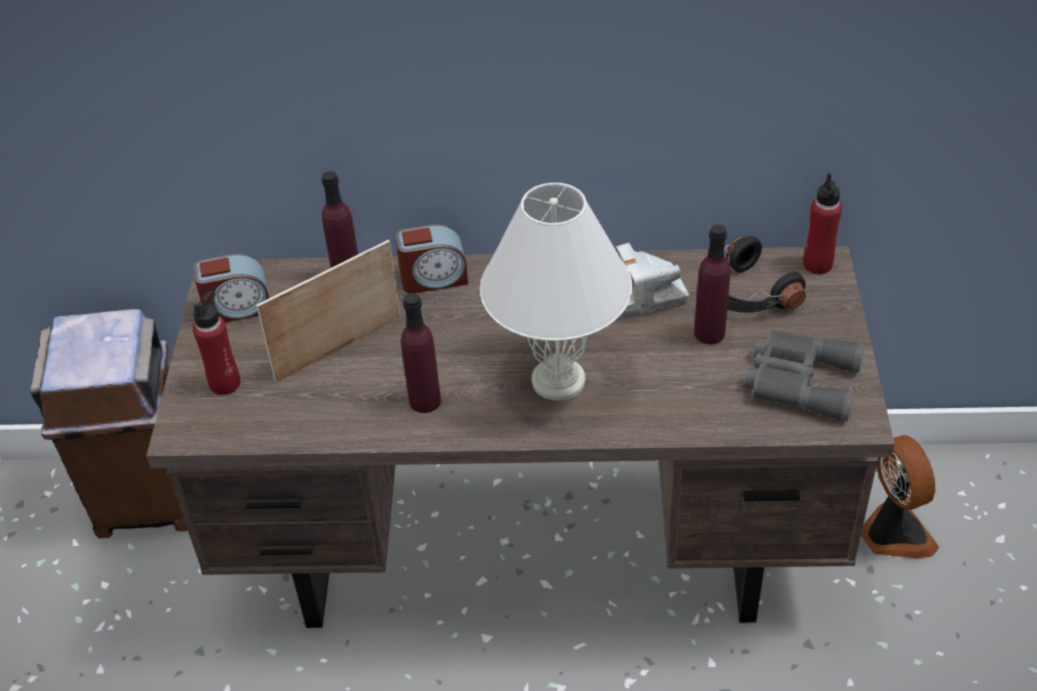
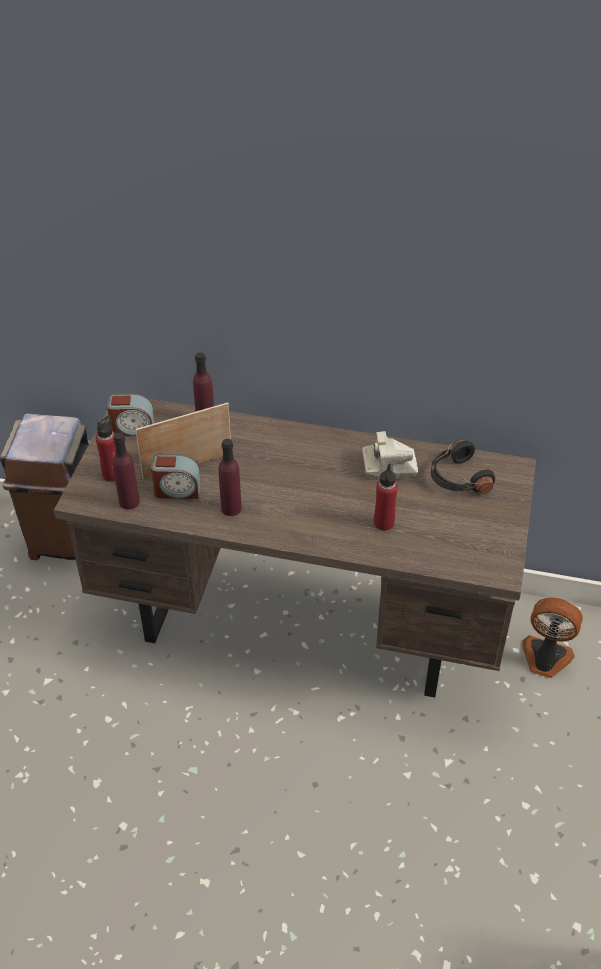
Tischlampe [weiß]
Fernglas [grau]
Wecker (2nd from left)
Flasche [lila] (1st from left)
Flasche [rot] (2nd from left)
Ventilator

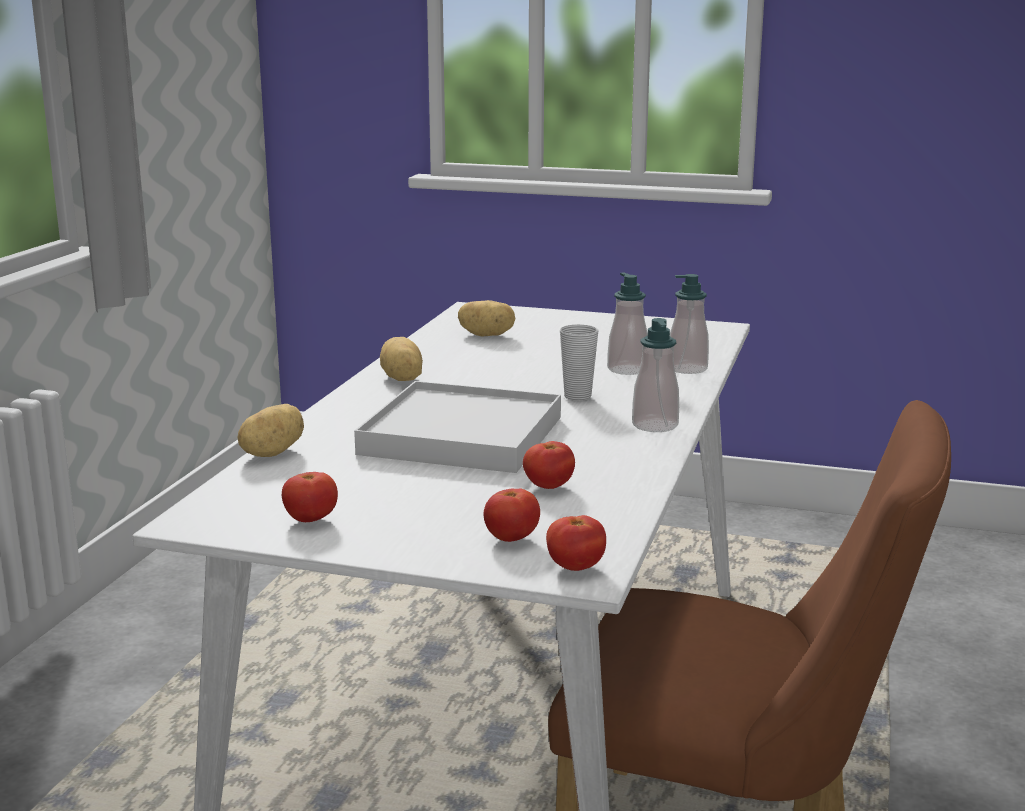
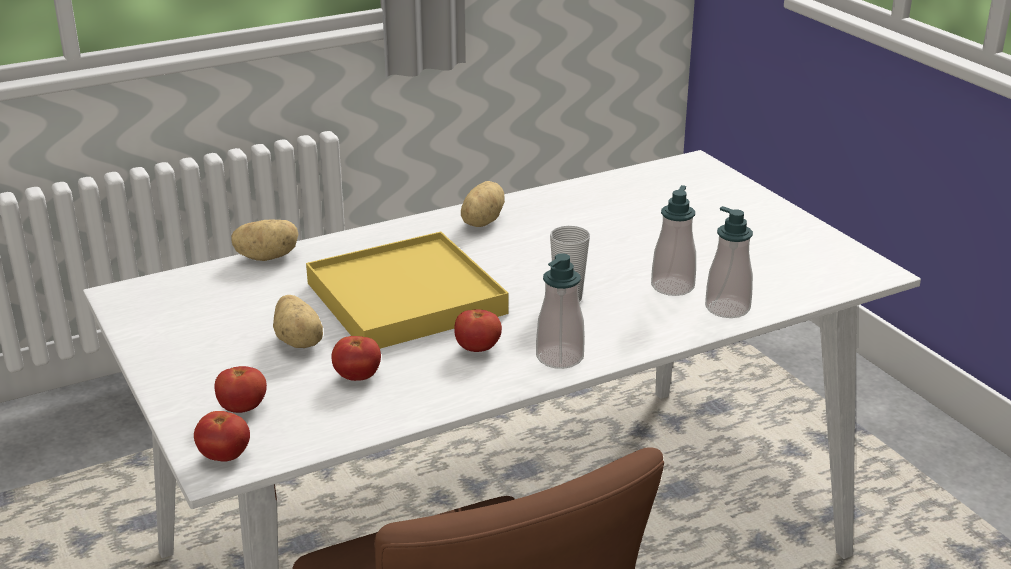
Tomate (4th from left)
Kartoffel (2nd from left)
Tablett [gelb]

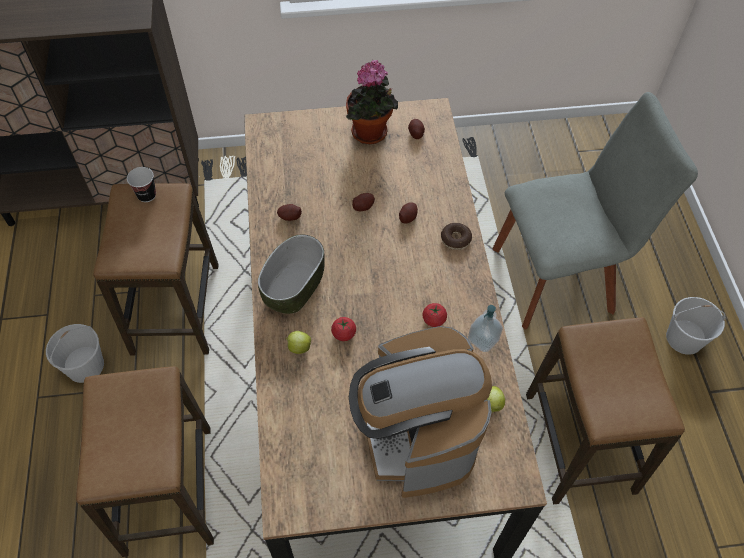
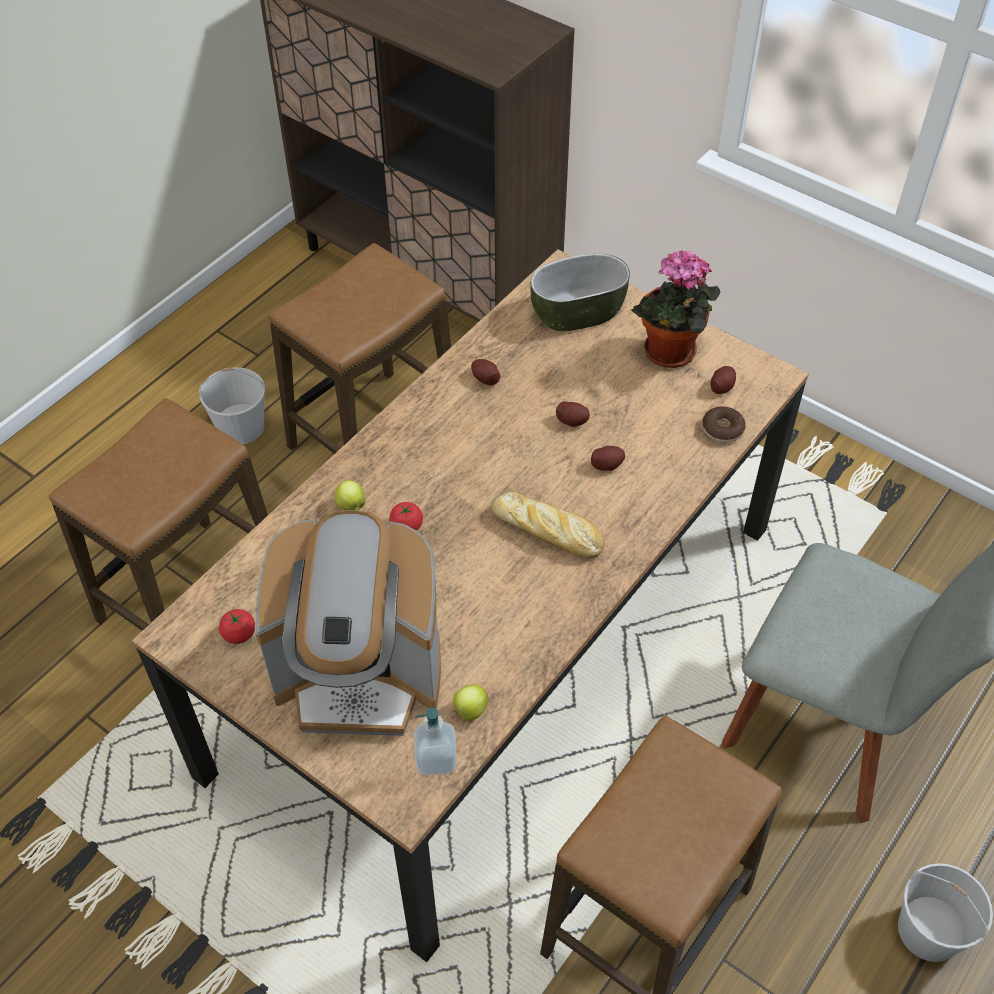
Tasse
Brot
Schüssel
Tomate (1st from left)
Donut
Seifenspender
Kaffeemaschine

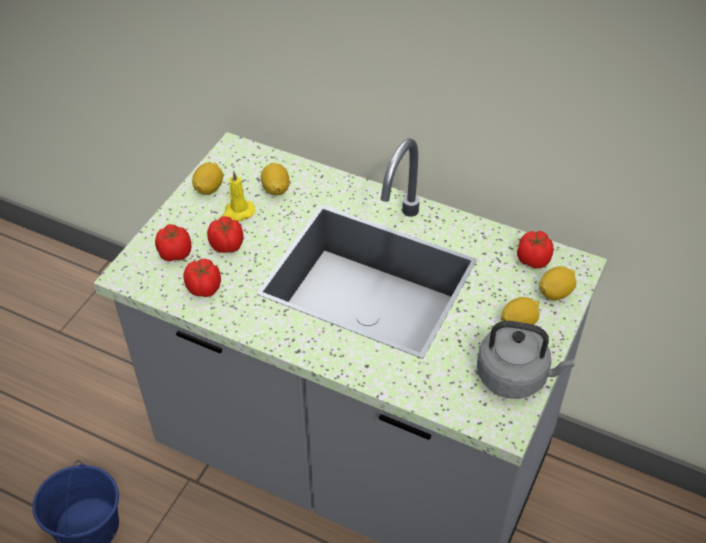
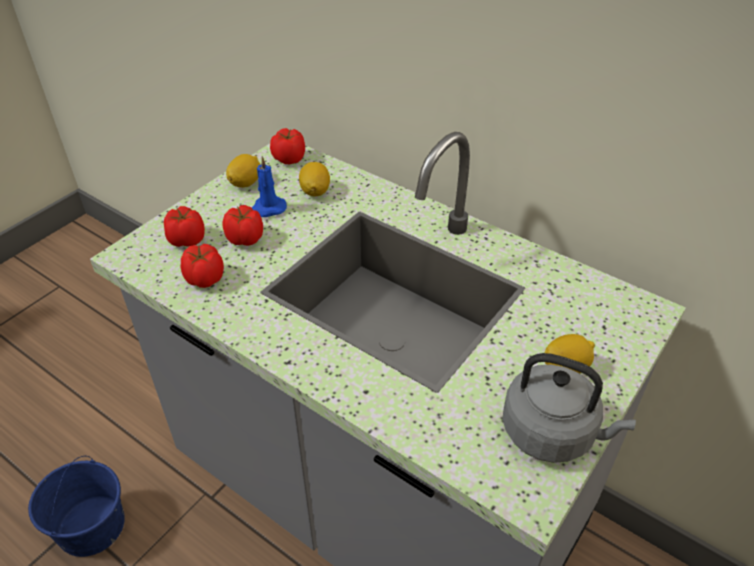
Zitrone (4th from left in the first image)
Tomate (4th from left)
Kerze [blau]

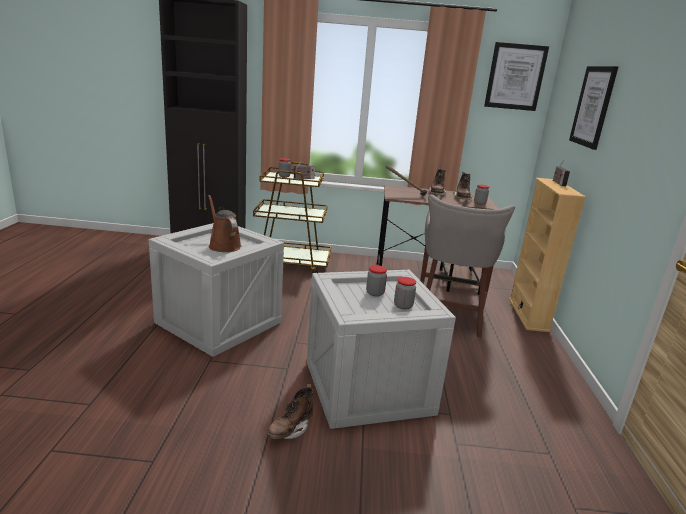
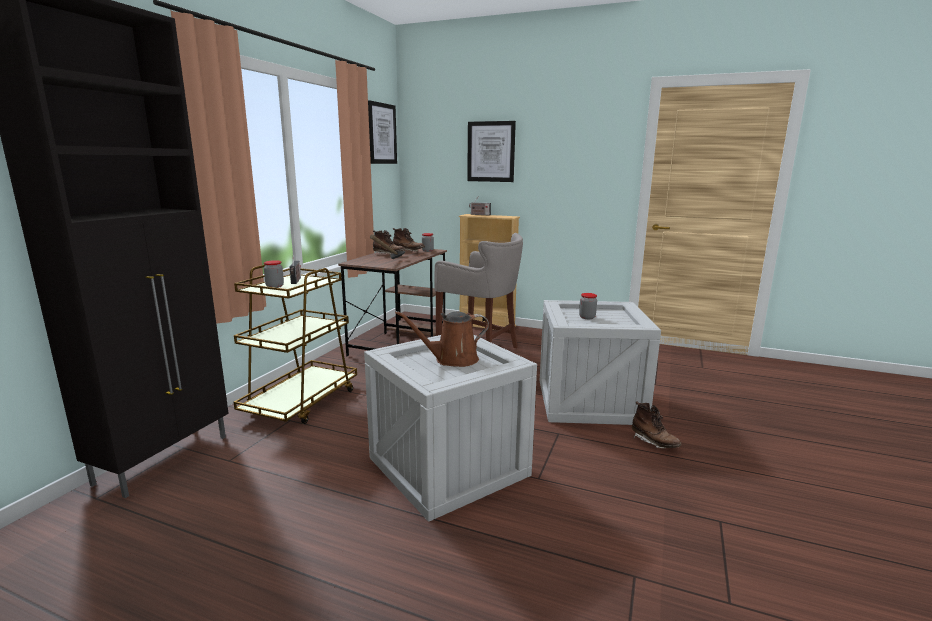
Vorratsglas (3rd from left in the first image)

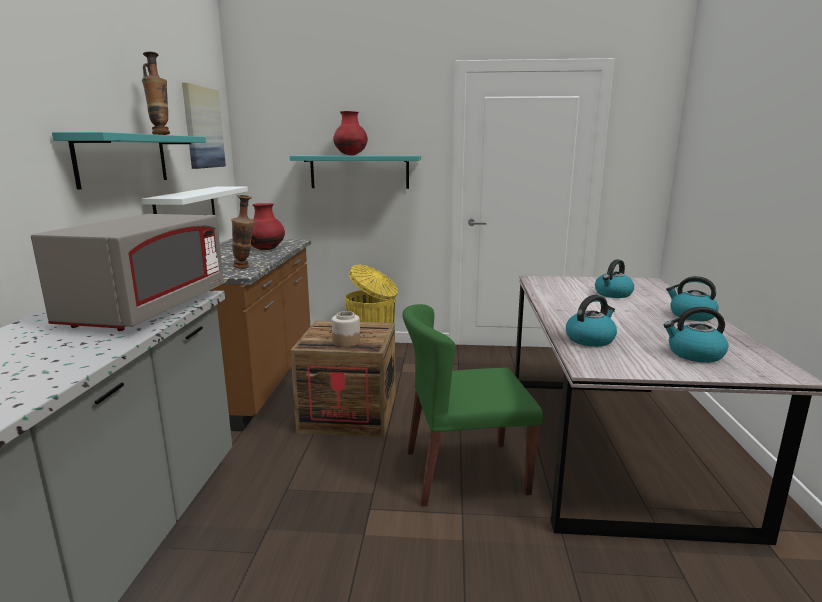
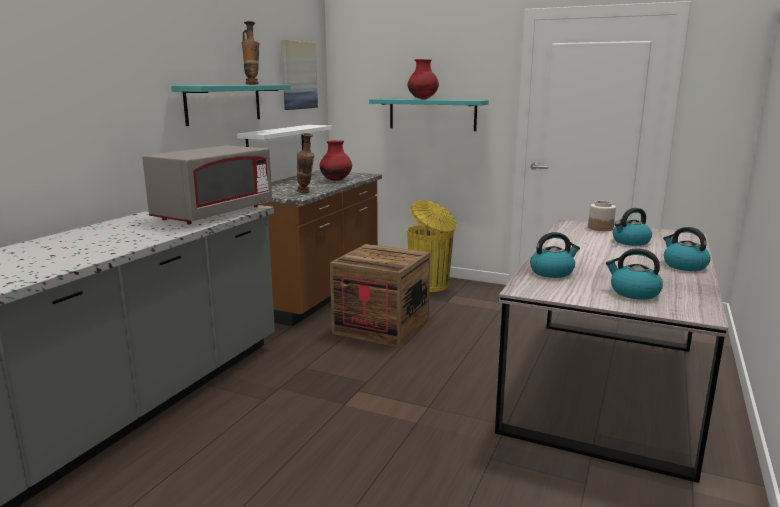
Stuhl [grün]
Vorratsglas

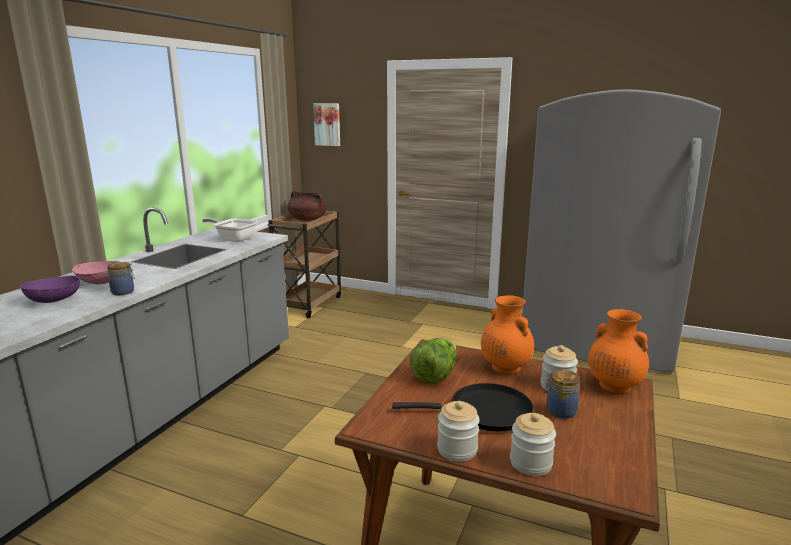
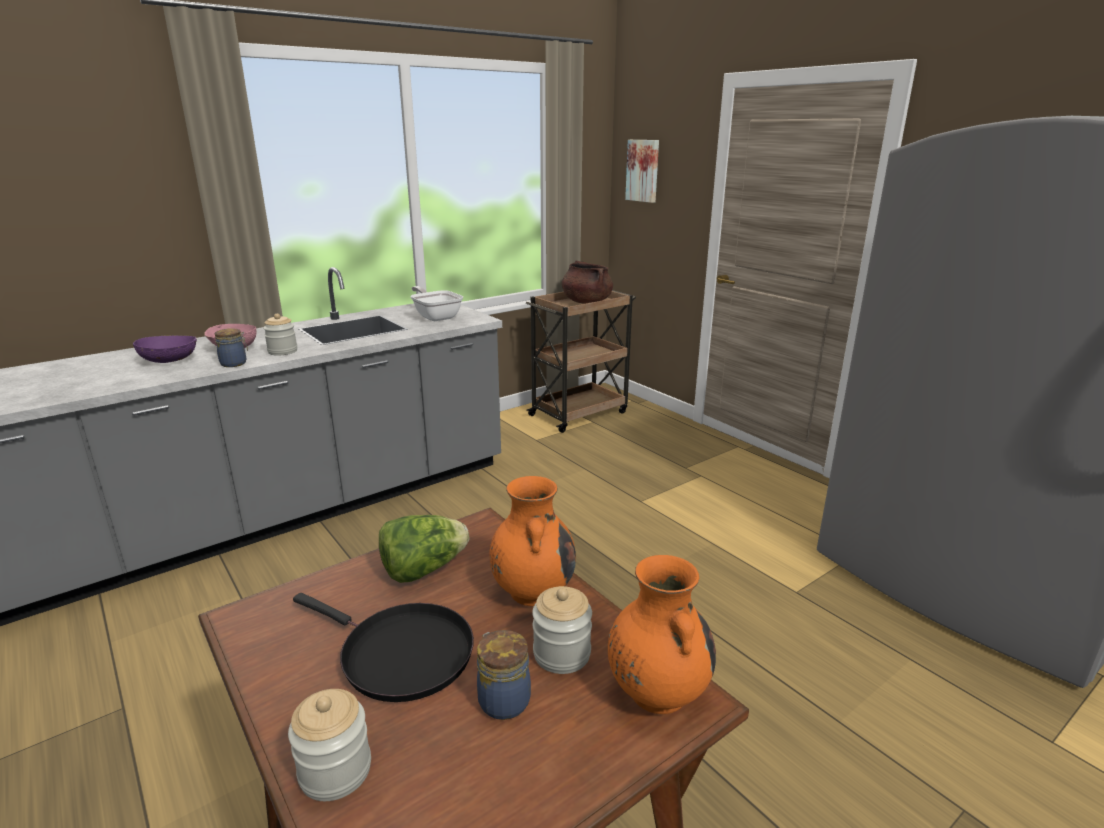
Vorratsglas (2nd from left)

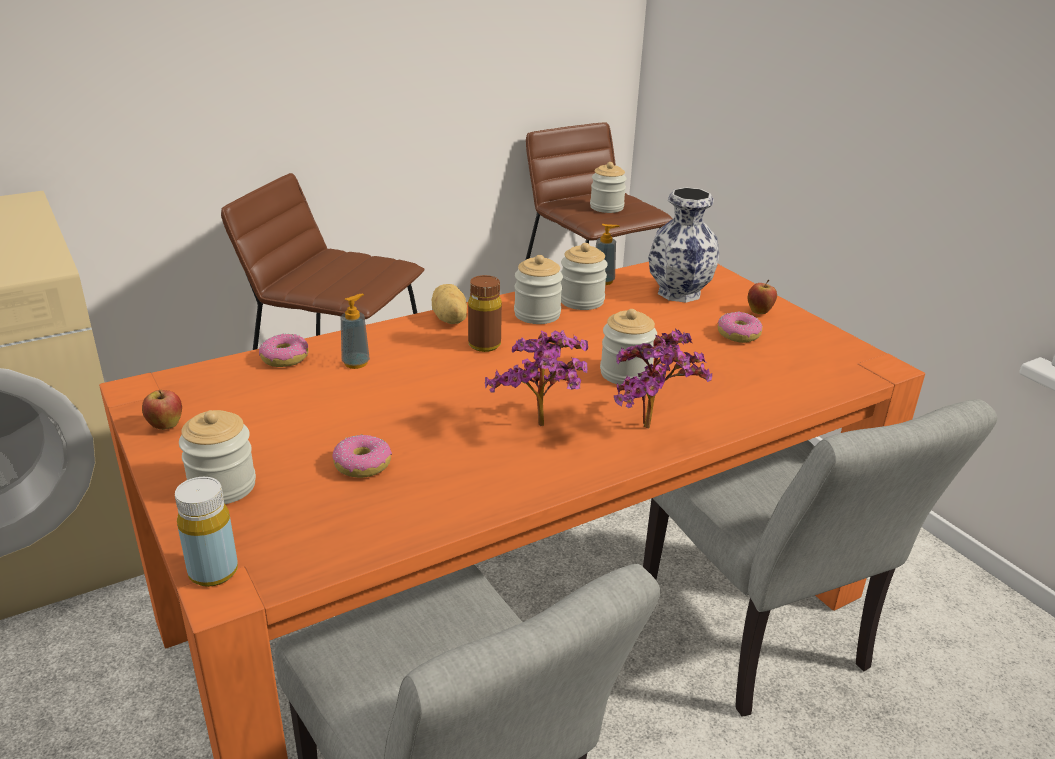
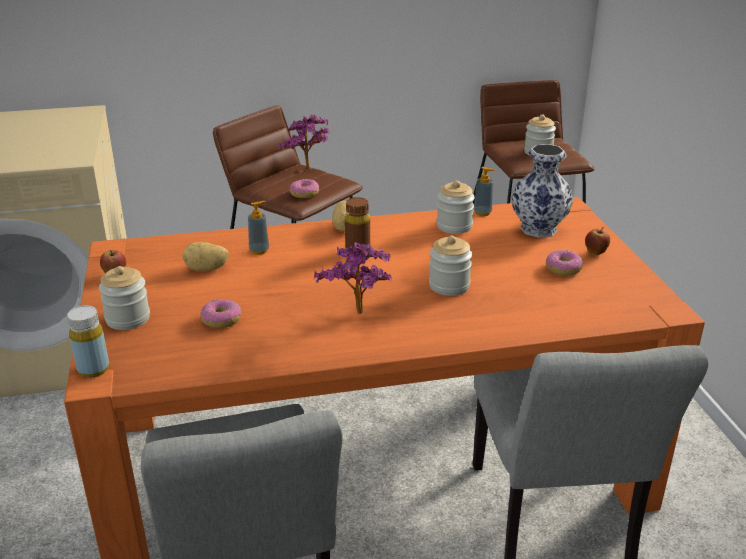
Vorratsglas (2nd from left in the first image)
Kartoffel (1st from left)
Donut (2nd from left)
Topfpflanze (1st from left)

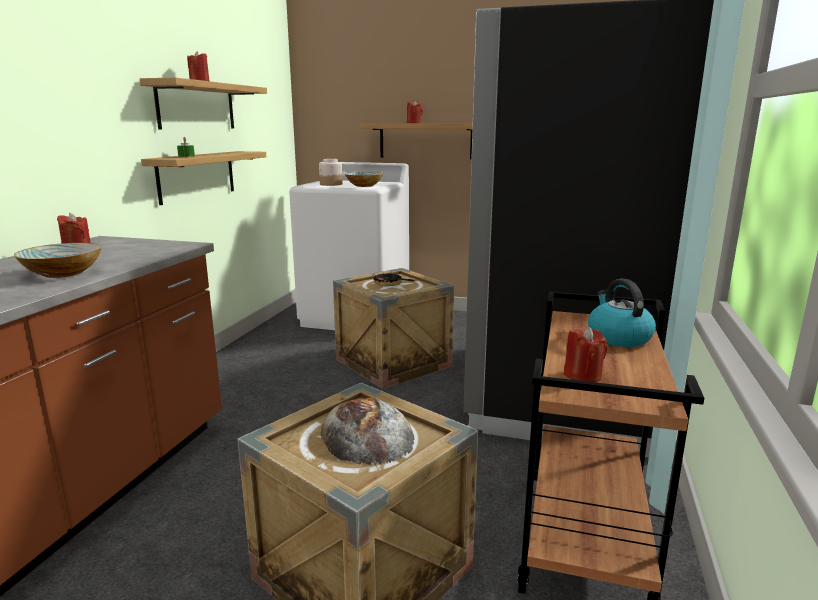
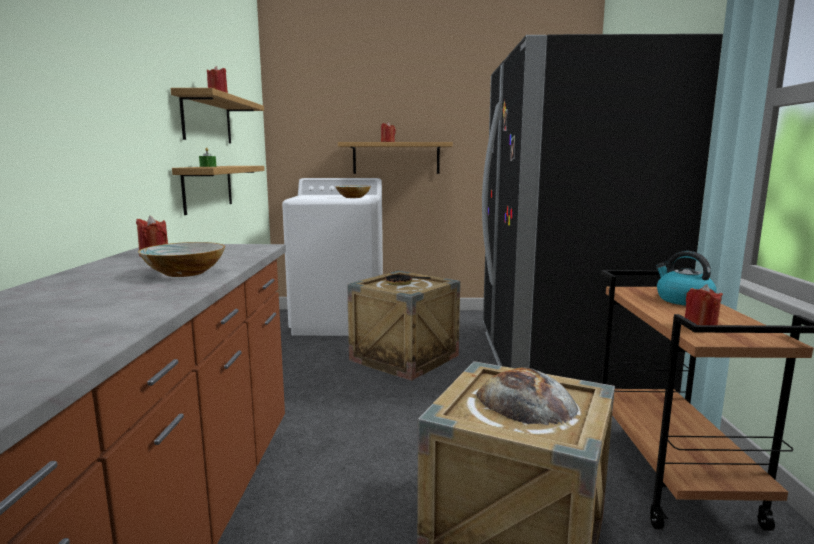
Vorratsglas

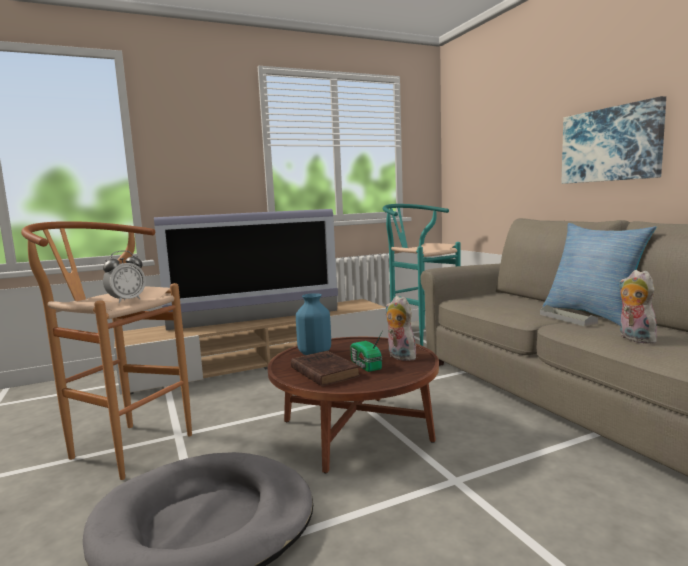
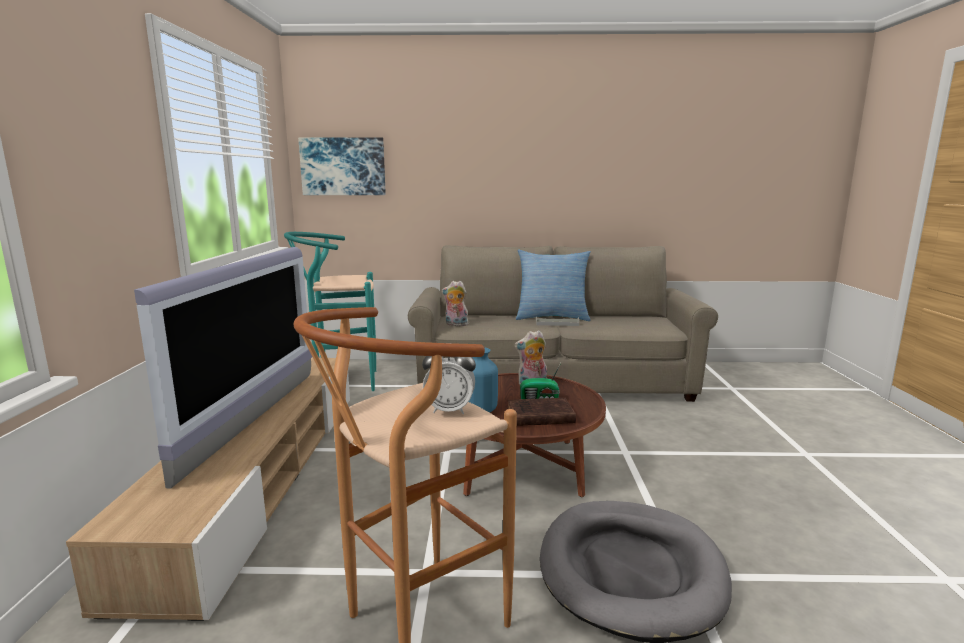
Bild
Plüschtier (1st from left)
Wecker

